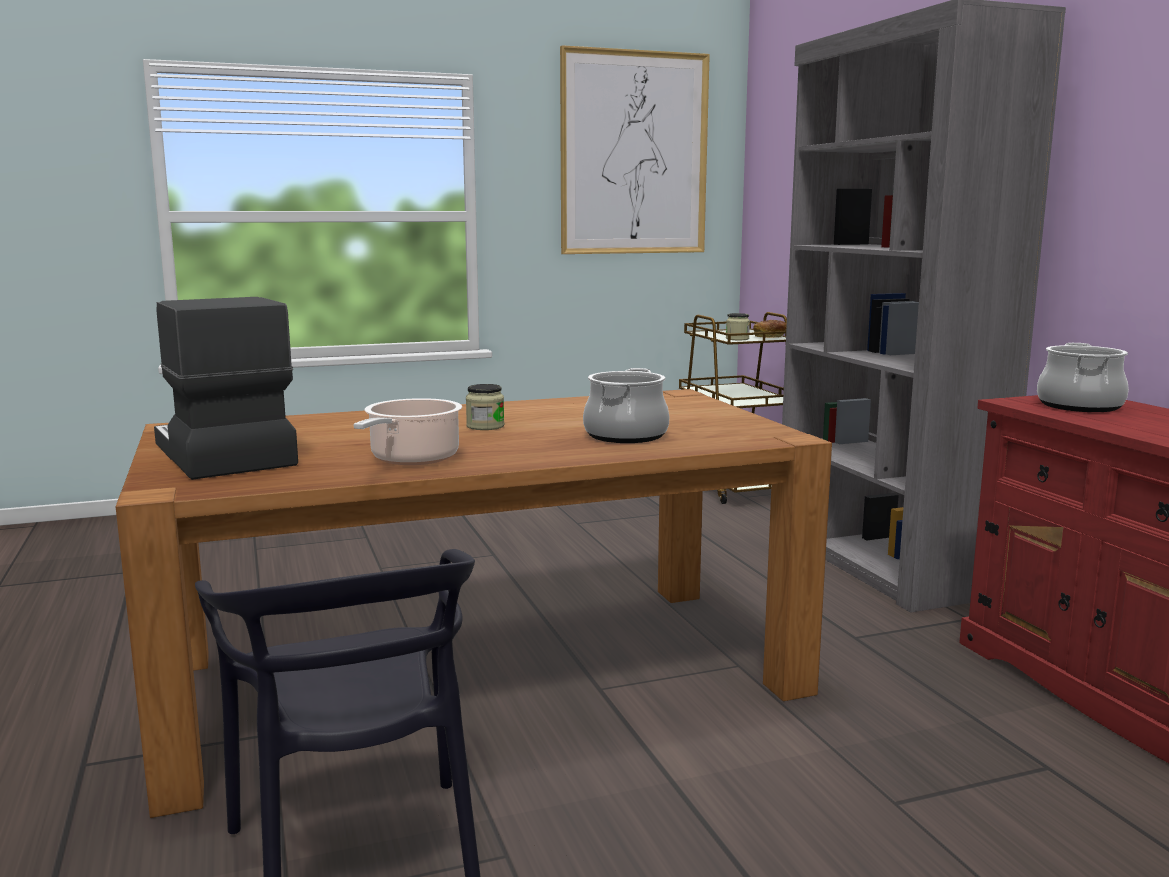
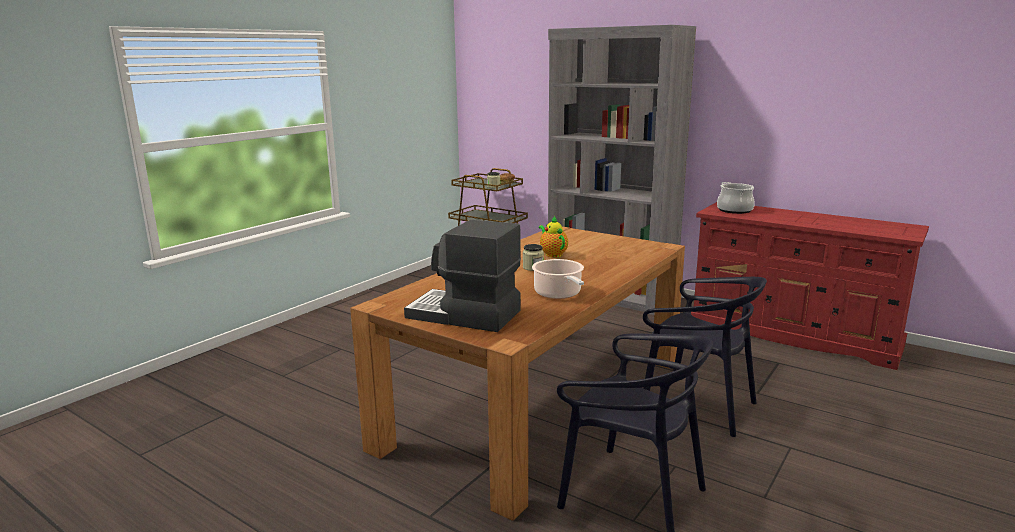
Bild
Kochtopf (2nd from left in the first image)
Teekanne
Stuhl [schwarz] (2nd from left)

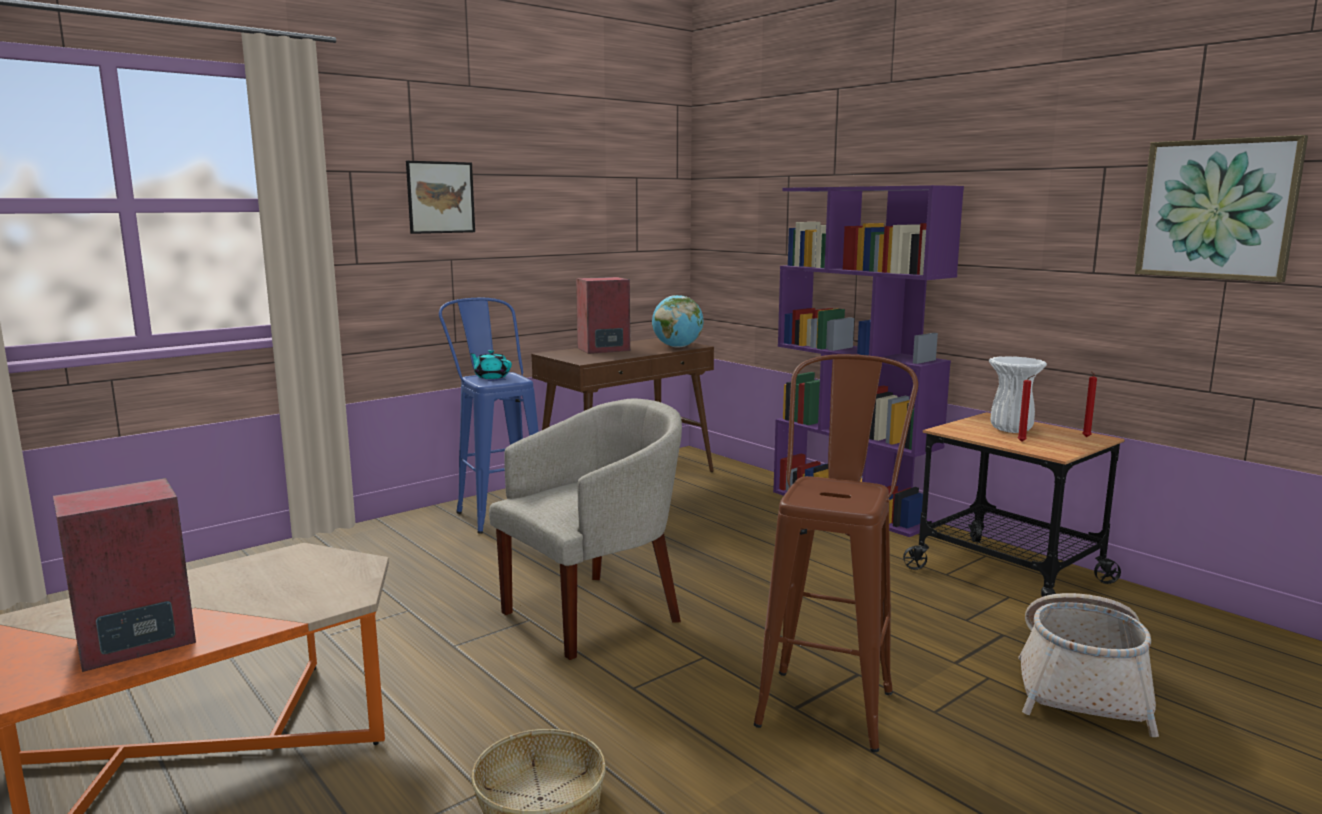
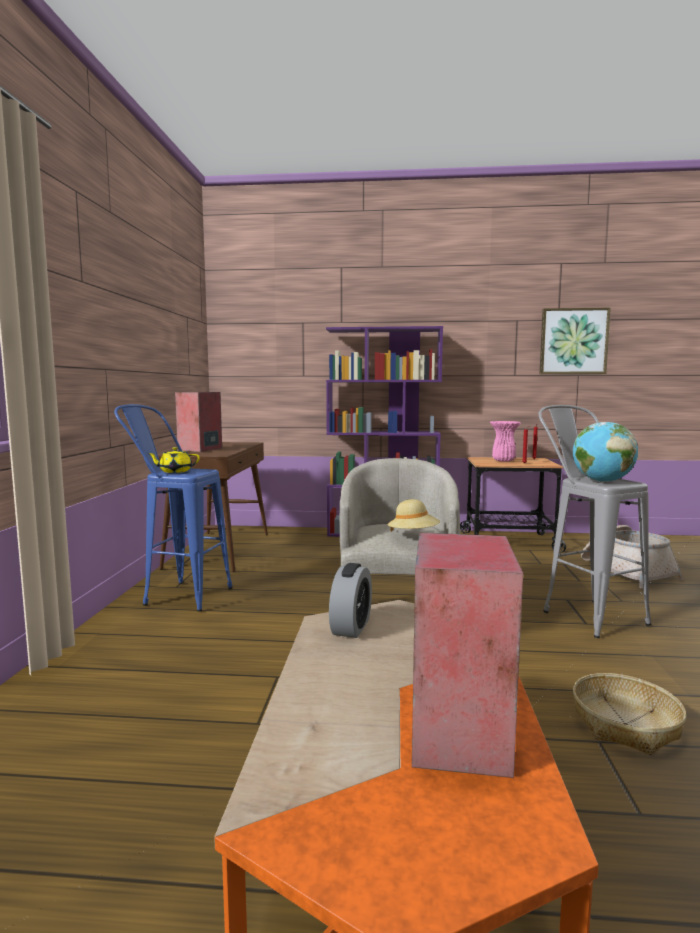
Bild (1st from left in the first image)
Wecker
Hut [beige]
Globus
Teekanne [gelb]
Hocker [grau]
Vase [rosa]

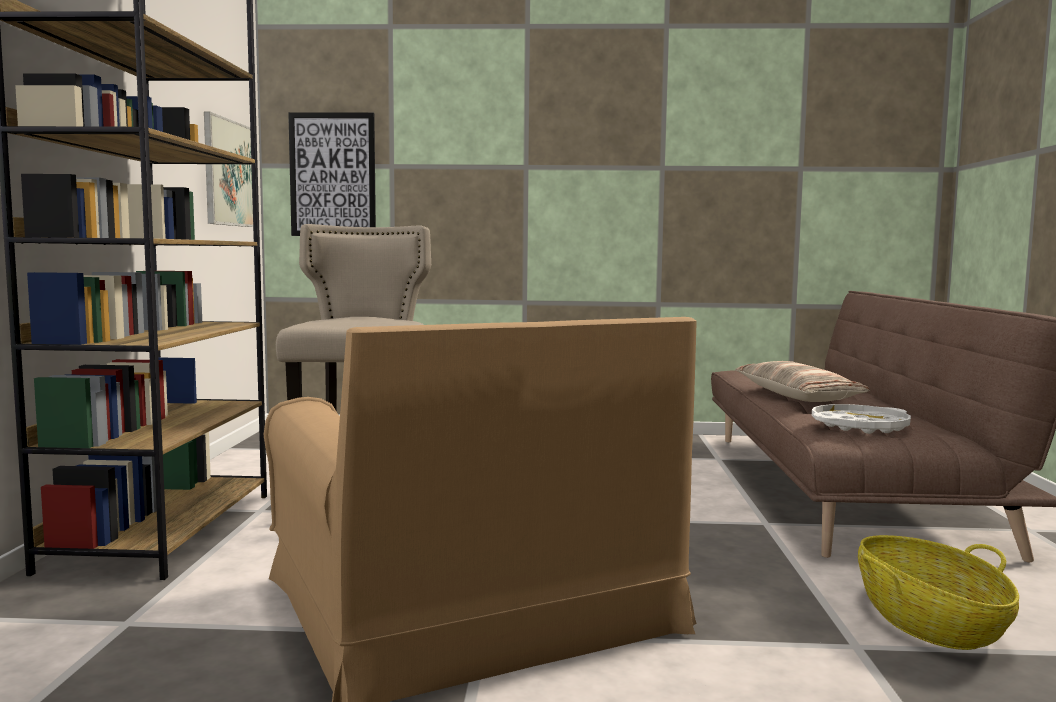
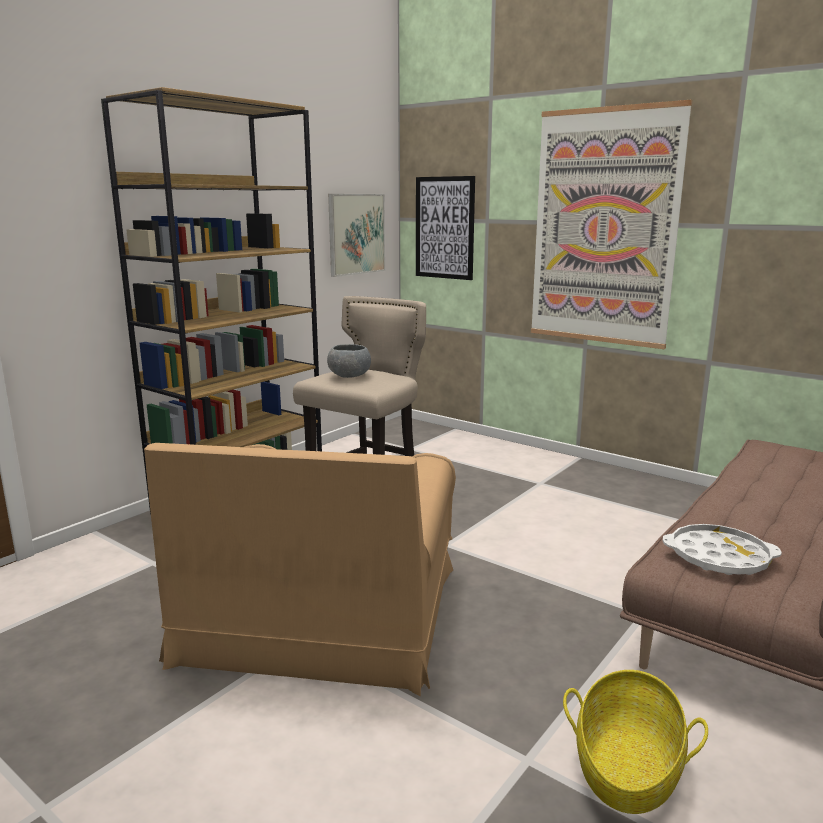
Kissen
Schüssel [grau]
Bild (3rd from left)

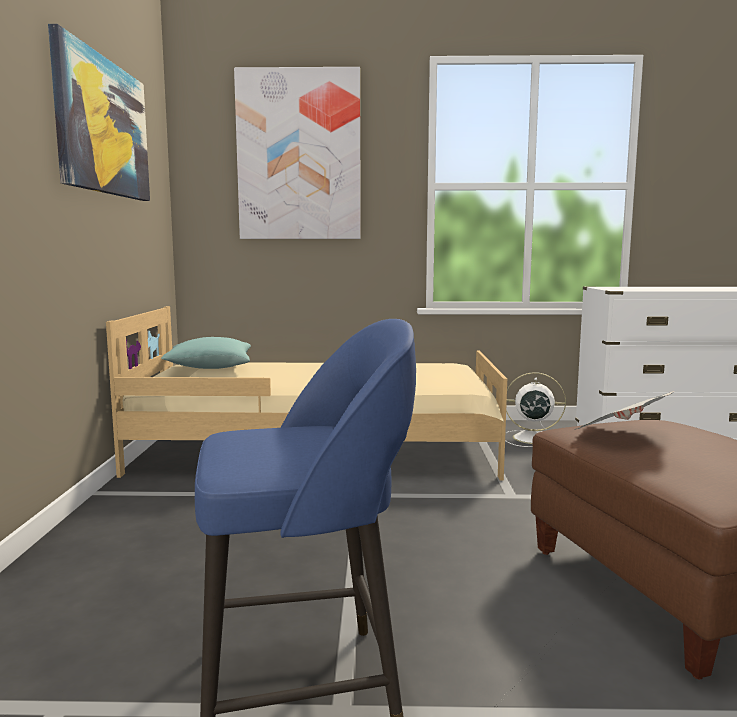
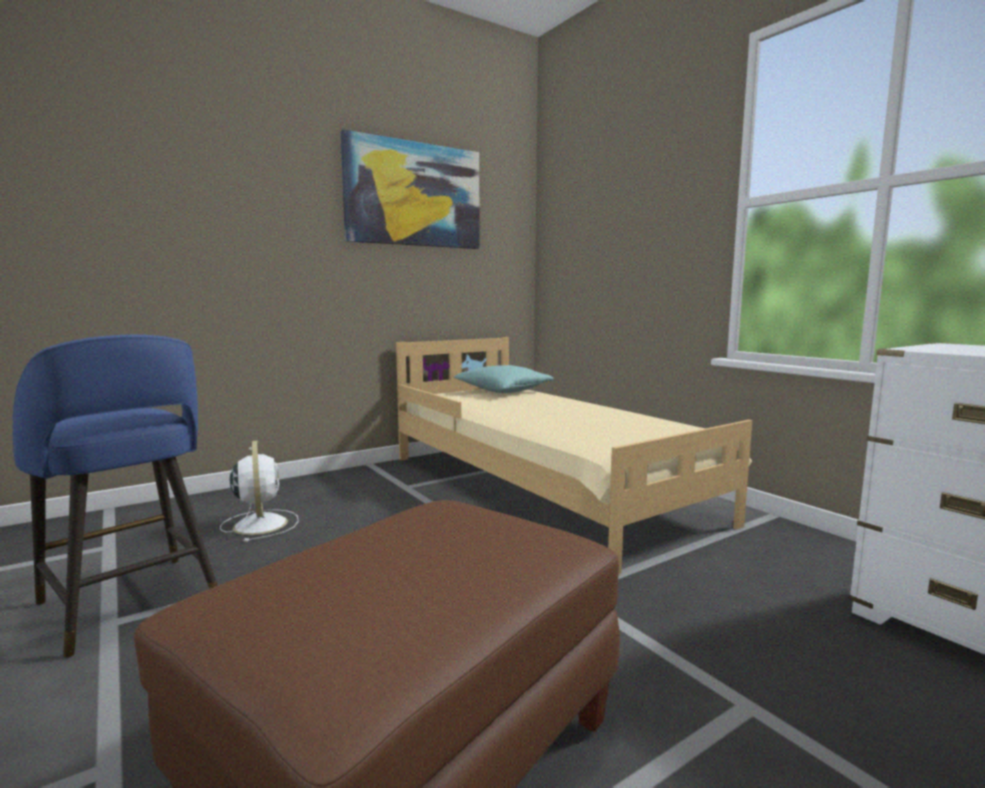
Bild (2nd from left in the first image)
Zeitung
Ventilator [weiß]

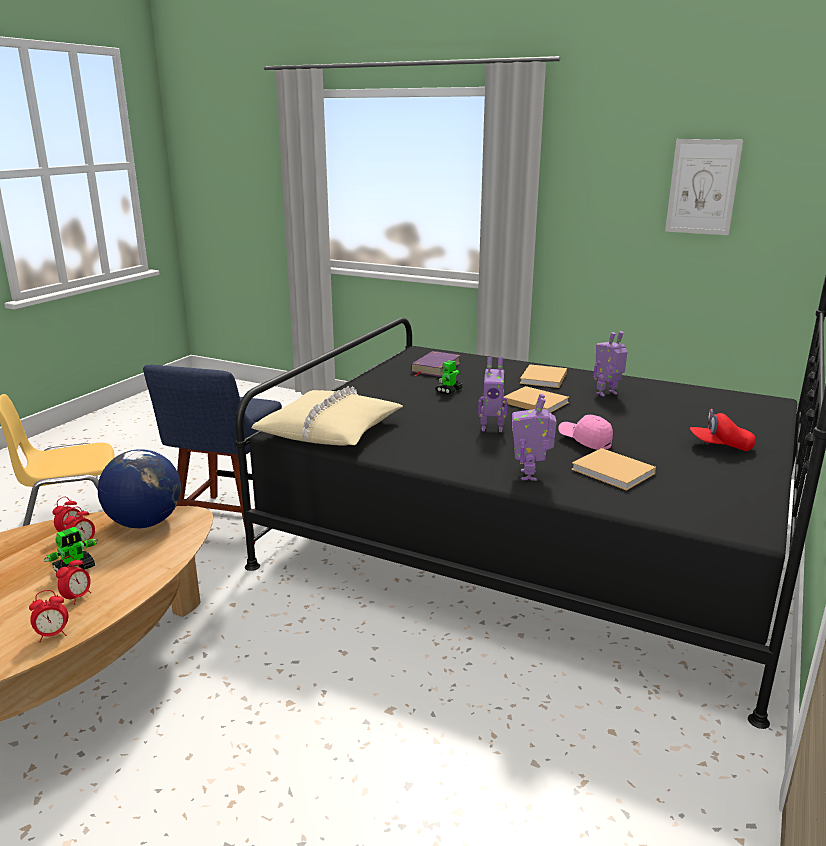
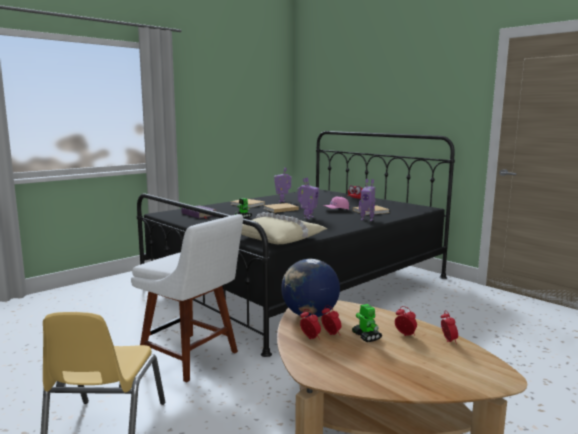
Bild
Stuhl [weiß]

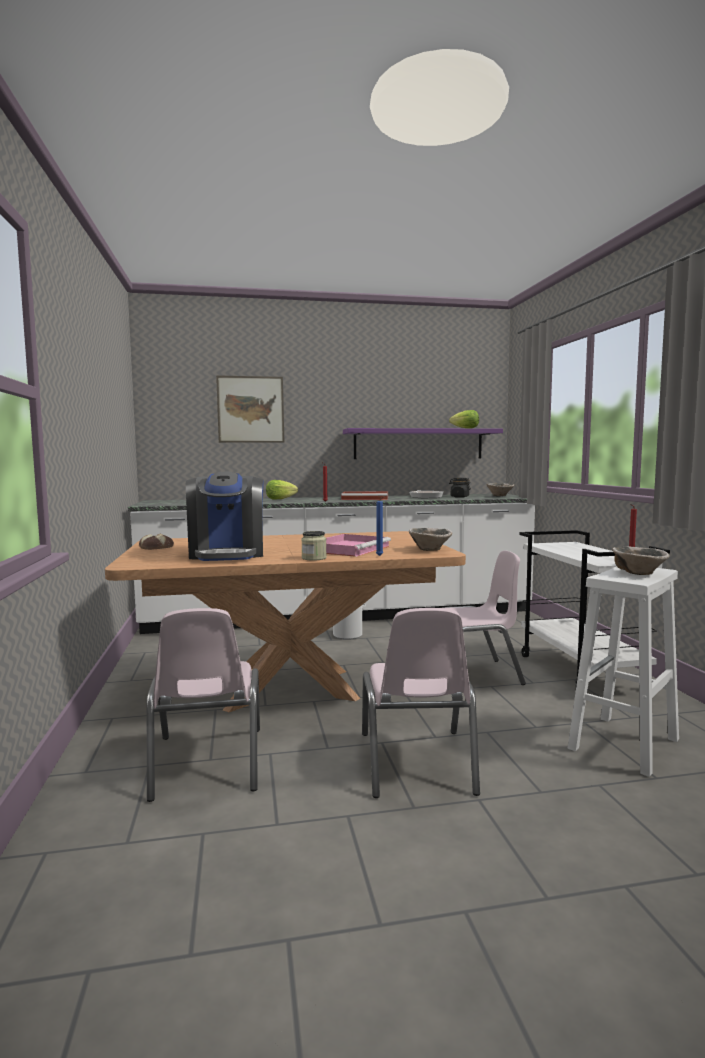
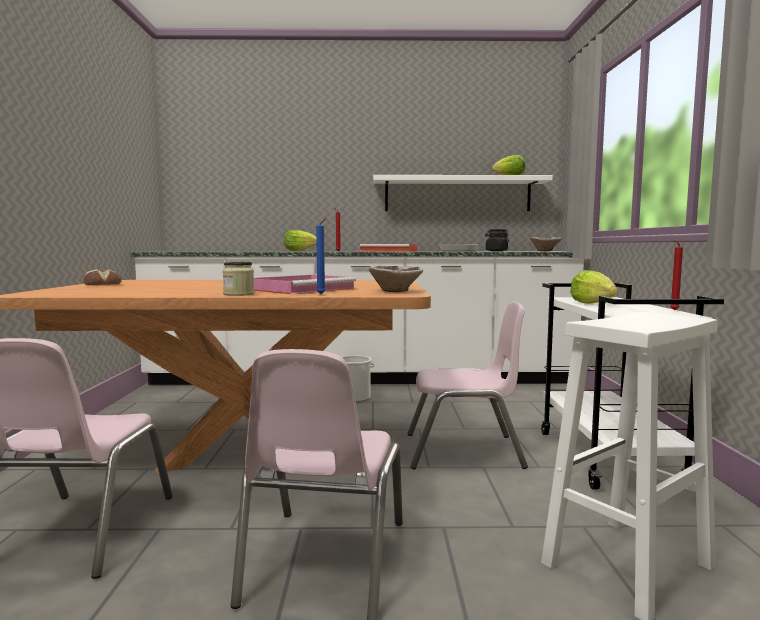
Kaffeemaschine
Bild
Schüssel (3rd from left in the first image)
Salatkopf (3rd from left)
Wandregal [weiß]

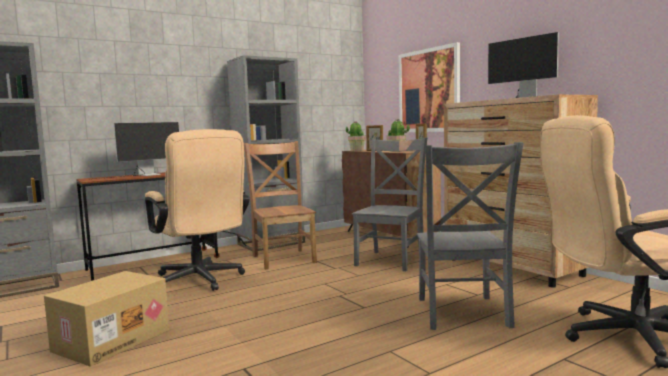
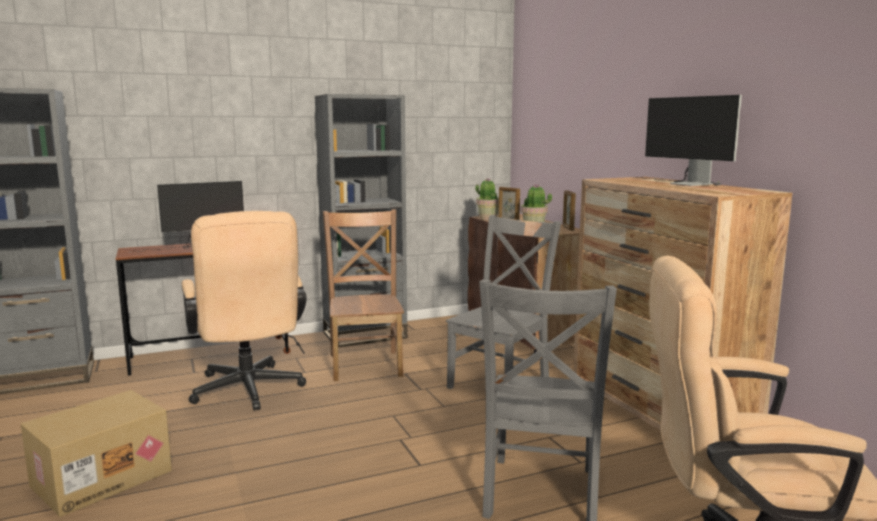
Bild

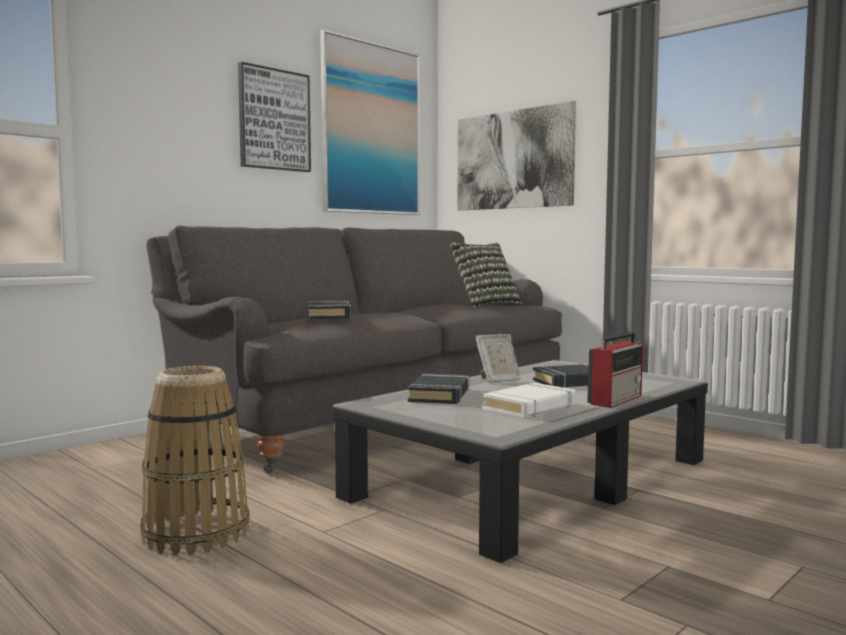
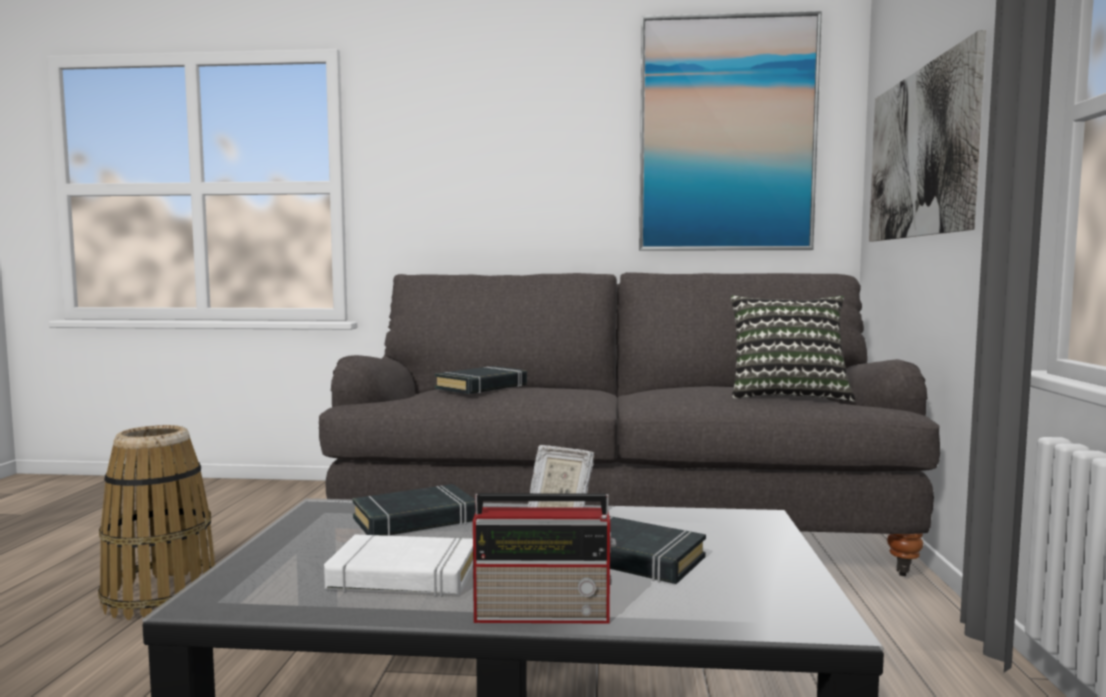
Bild (1st from left in the first image)

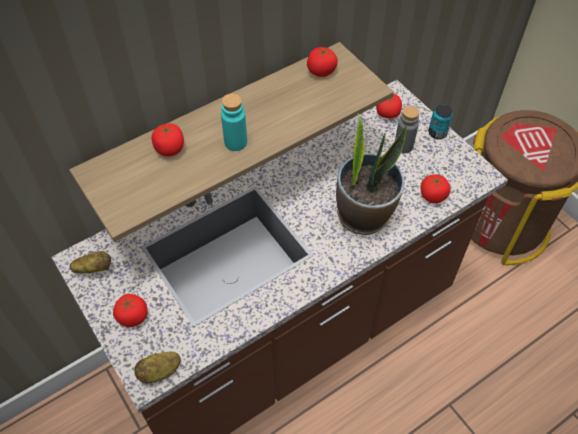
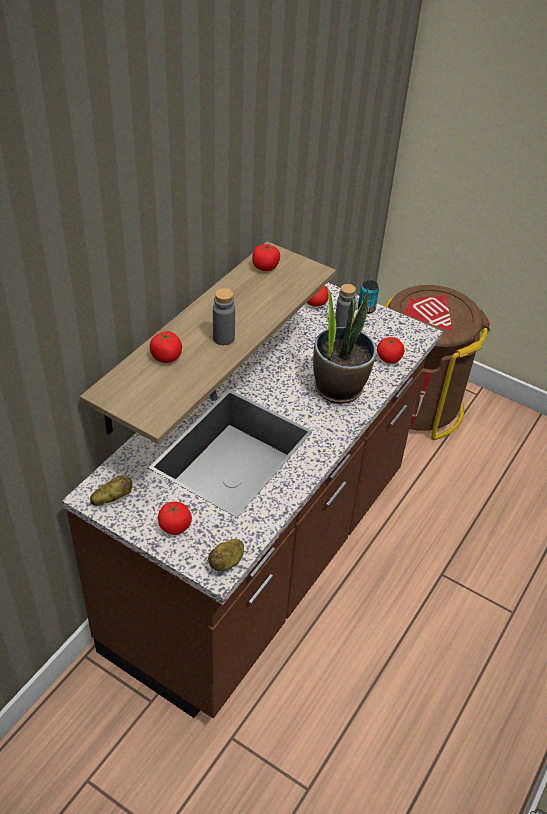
Flasche [grau] (1st from left)

